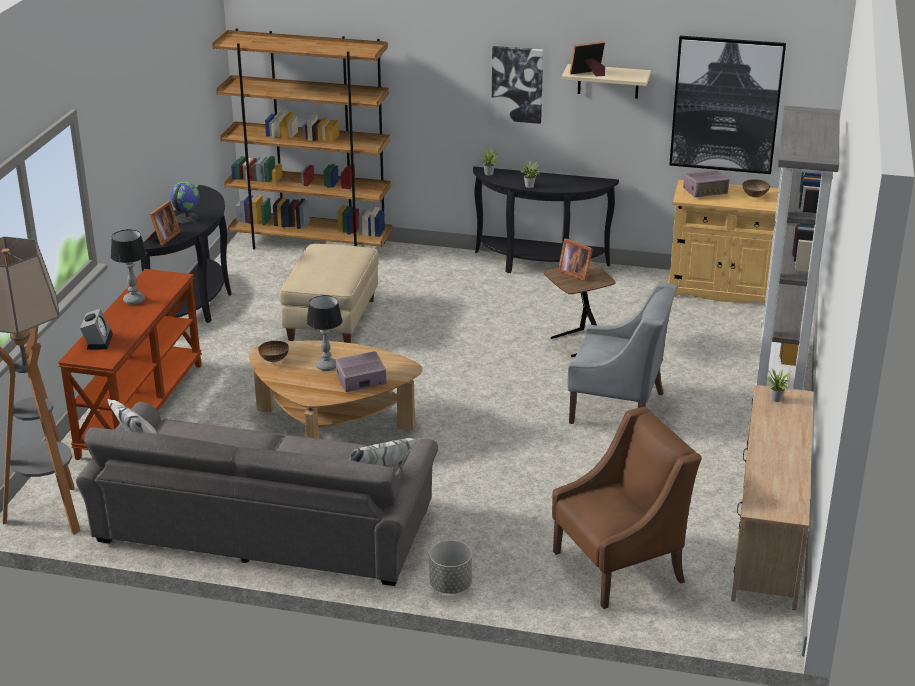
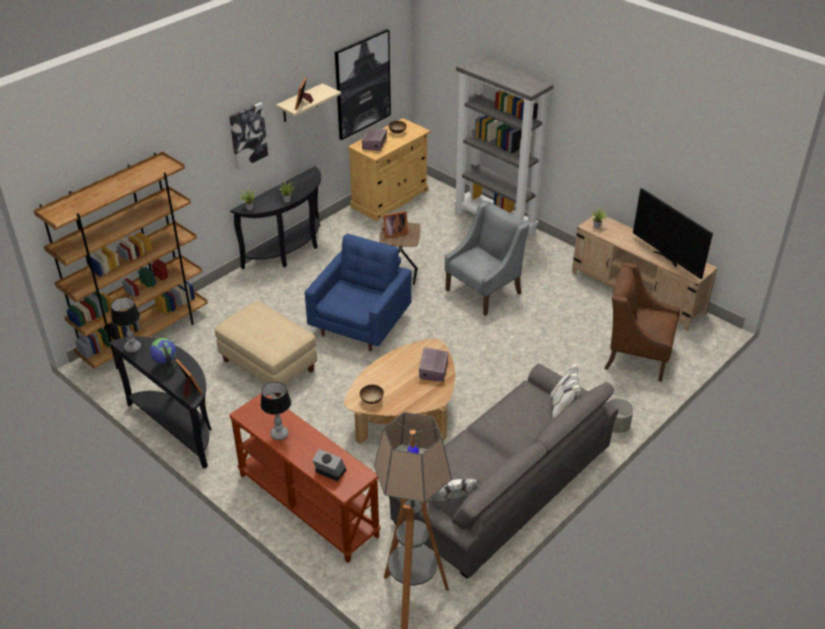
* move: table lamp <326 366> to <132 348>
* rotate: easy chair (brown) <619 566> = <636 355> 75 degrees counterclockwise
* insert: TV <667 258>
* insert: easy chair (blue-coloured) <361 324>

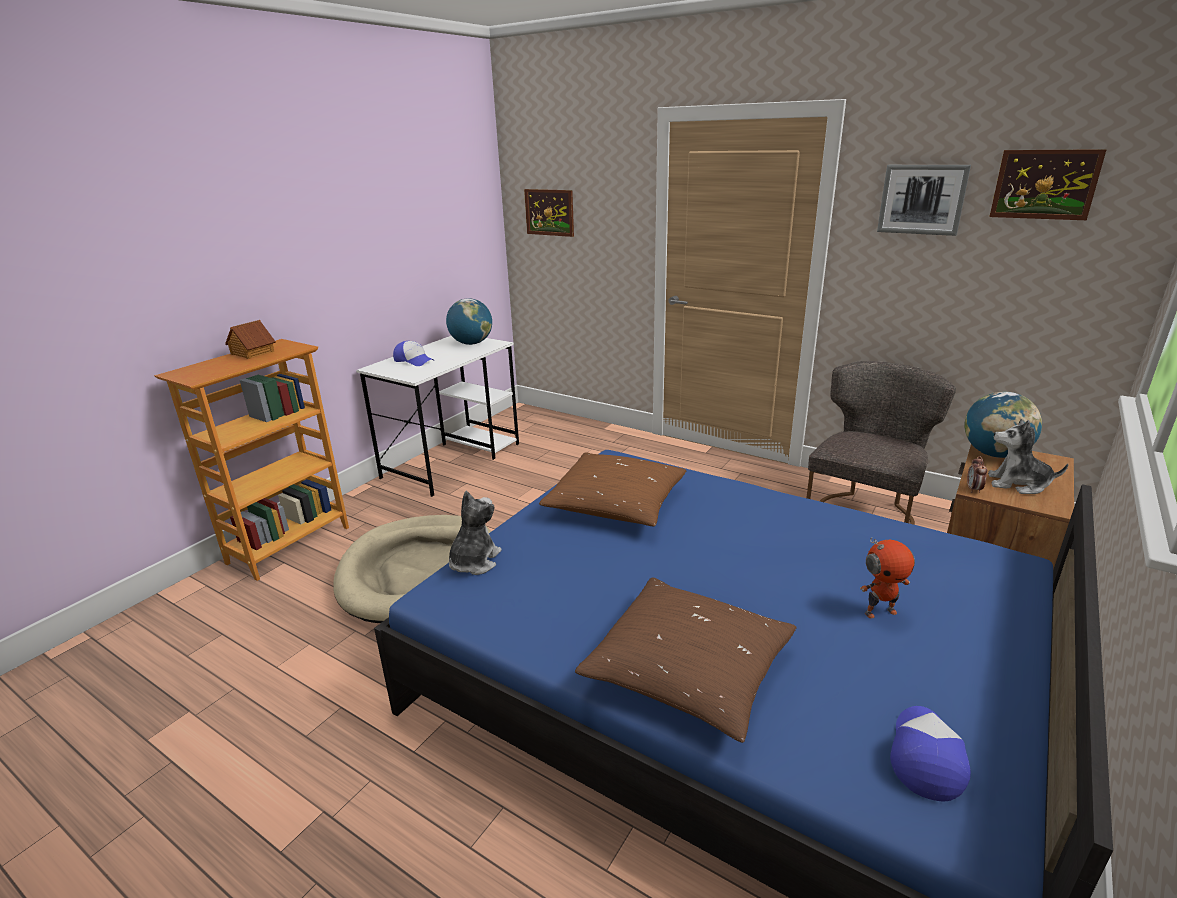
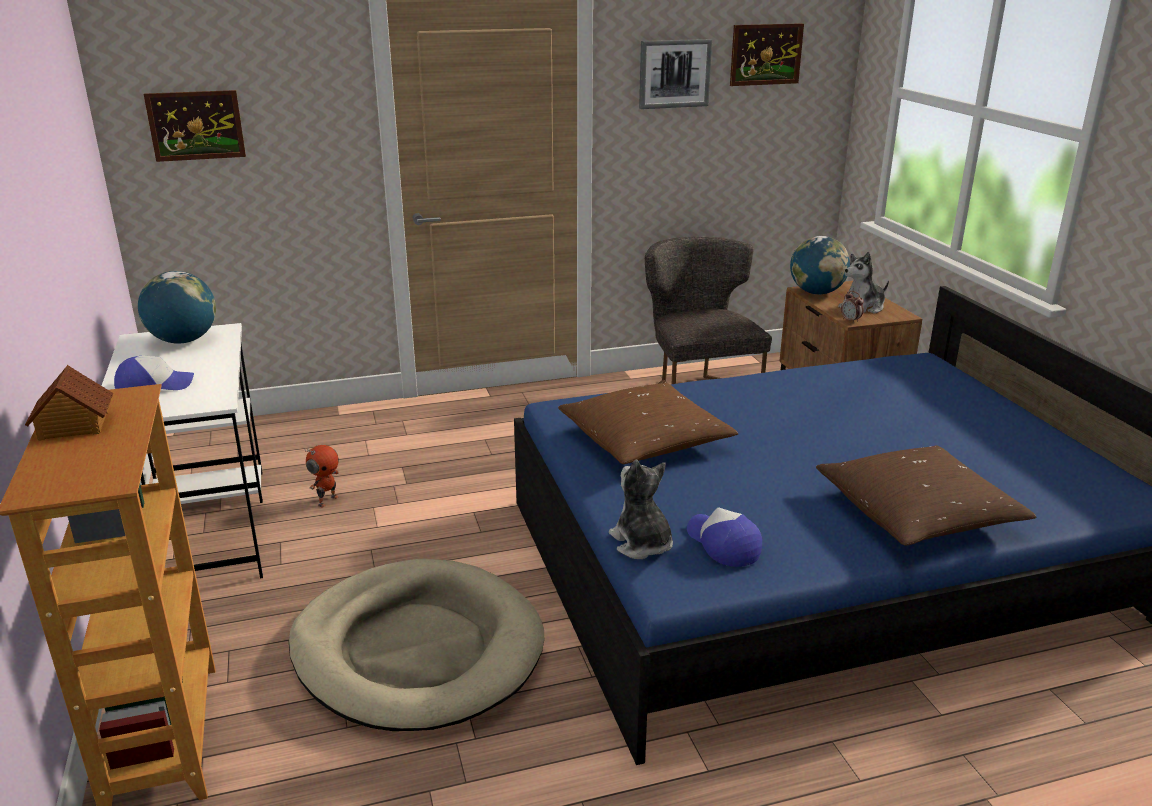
* move: toy robot <879 611> to <327 500>
* move: cap <924 756> to <722 544>

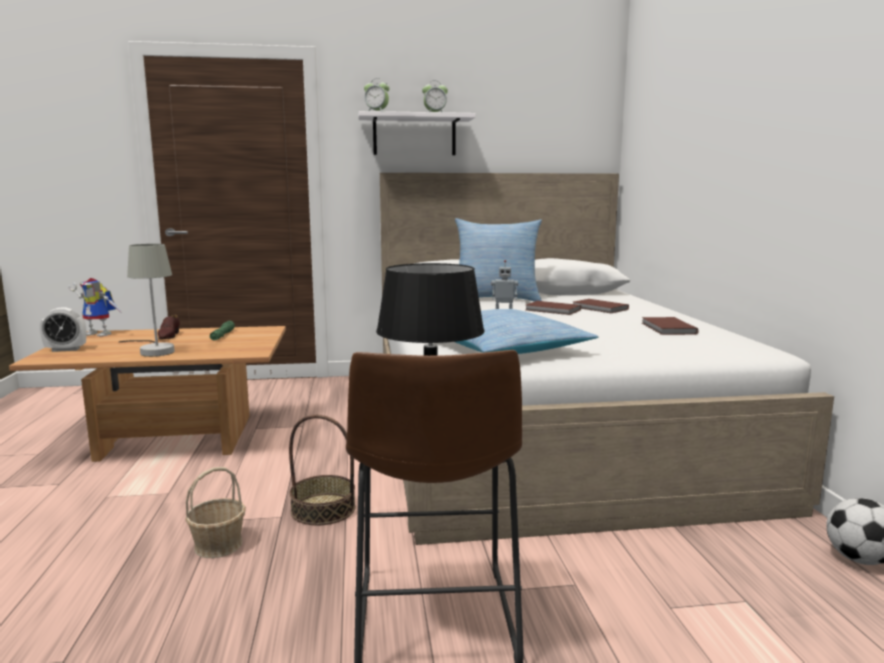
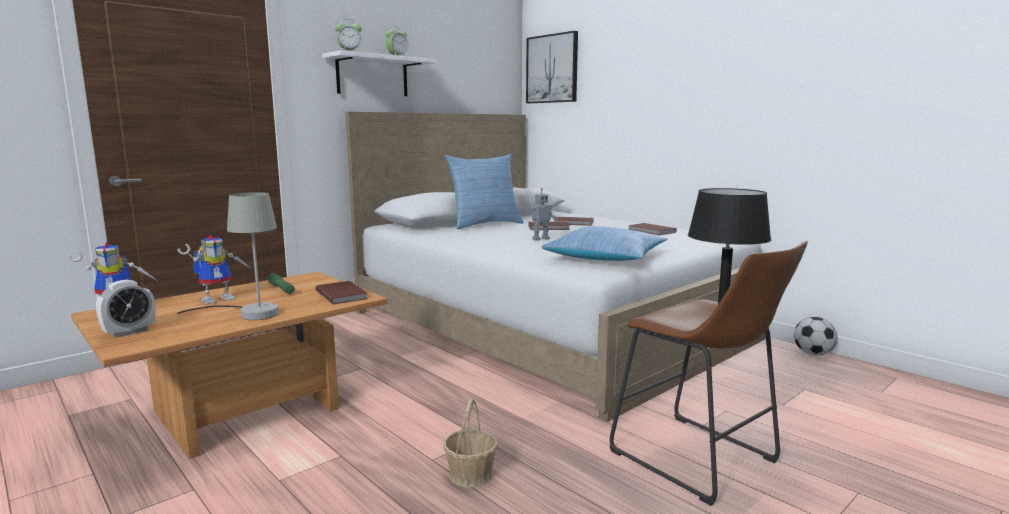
* replace: shoe (brown) <168 336> to toy robot <219 299>
* delete: basket <323 509>
* insert: wall art <552 69>
* insert: book (brown) <342 294>

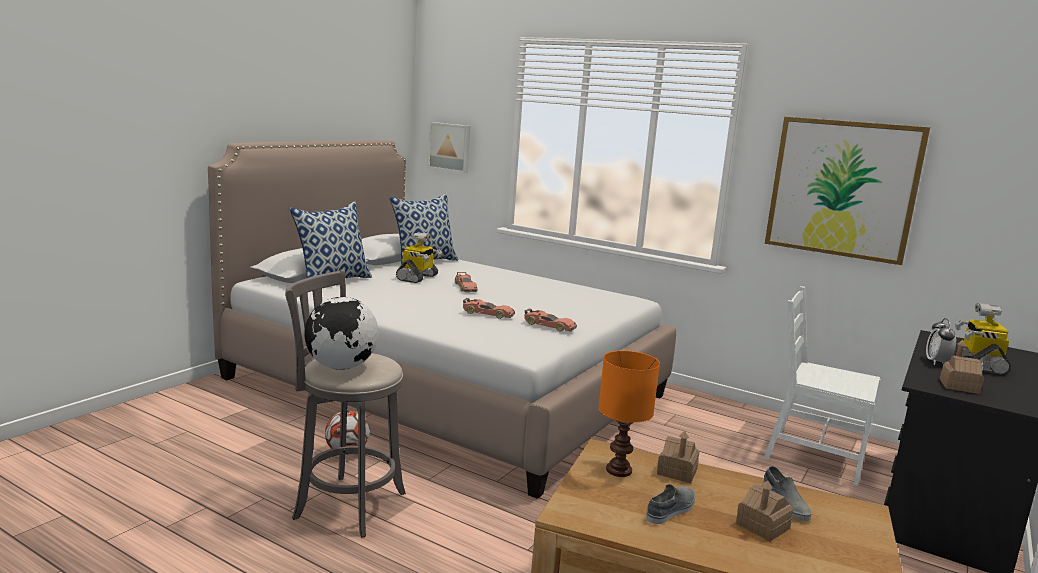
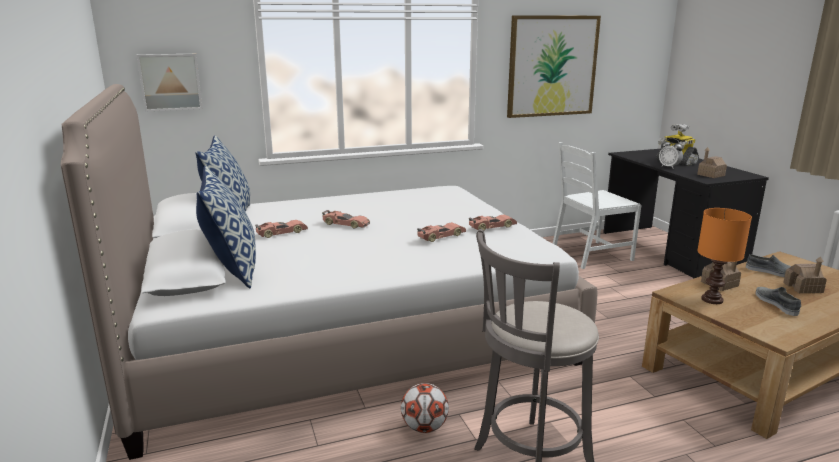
* replace: toy robot <418 278> to model car <281 233>
* delete: world globe <341 367>

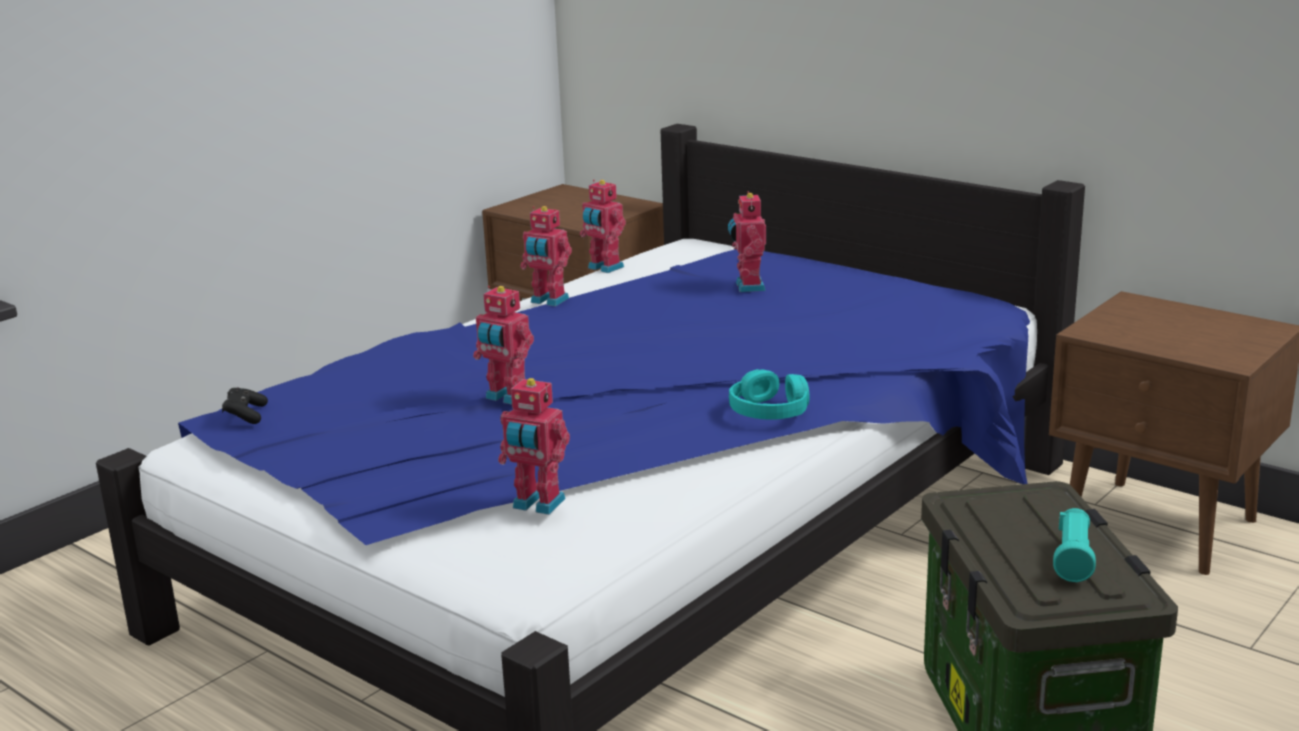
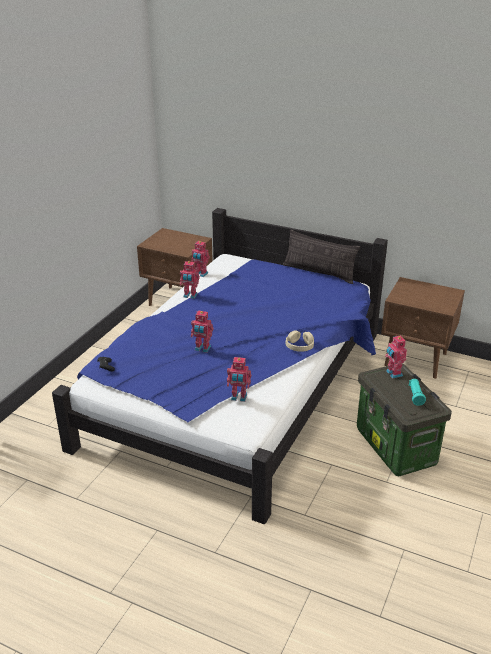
* move: toy robot <747 286> to <393 373>
* recolor: headset (blue-green) <770 410> to headset (sand-coloured) <299 346>
* insert: cushion <319 272>

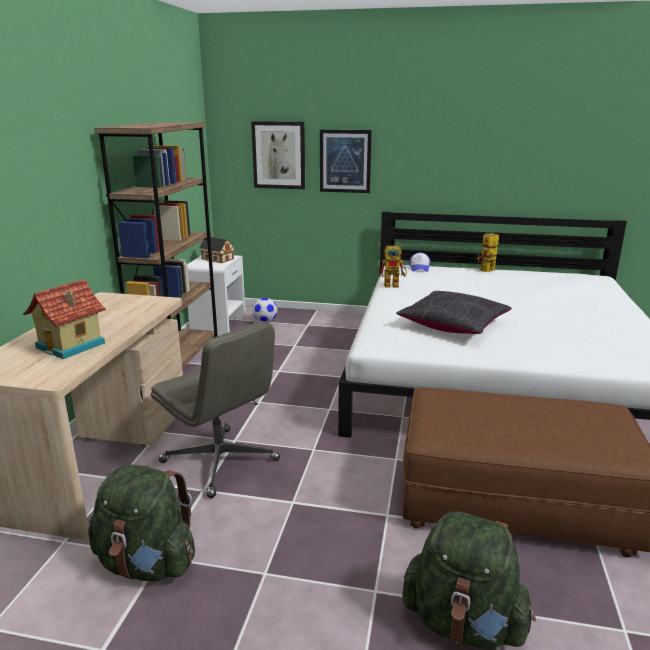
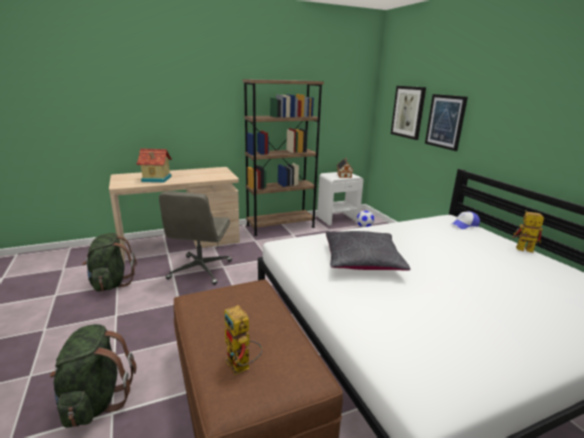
* move: toy robot <394 285> to <242 367>

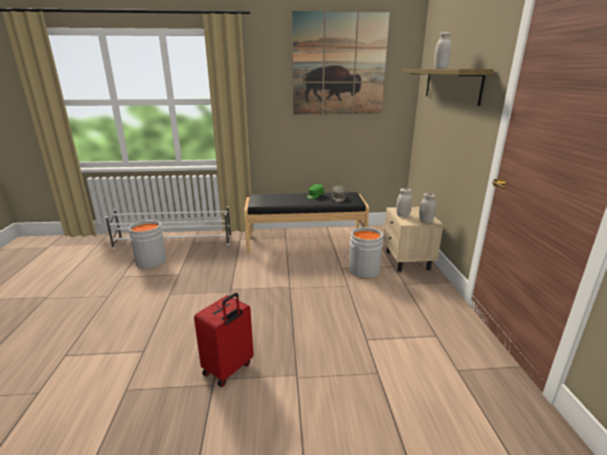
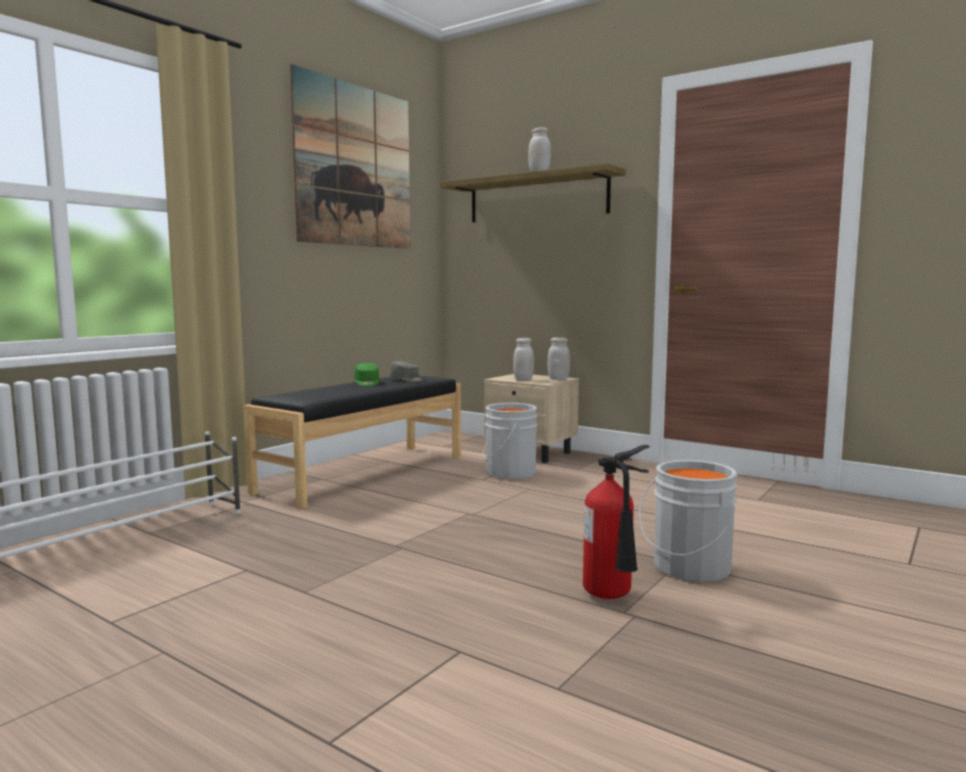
* move: pail (gray) <150 261> to <688 568>
* replace: travel case (reddish) <228 369> to extinguisher <612 597>

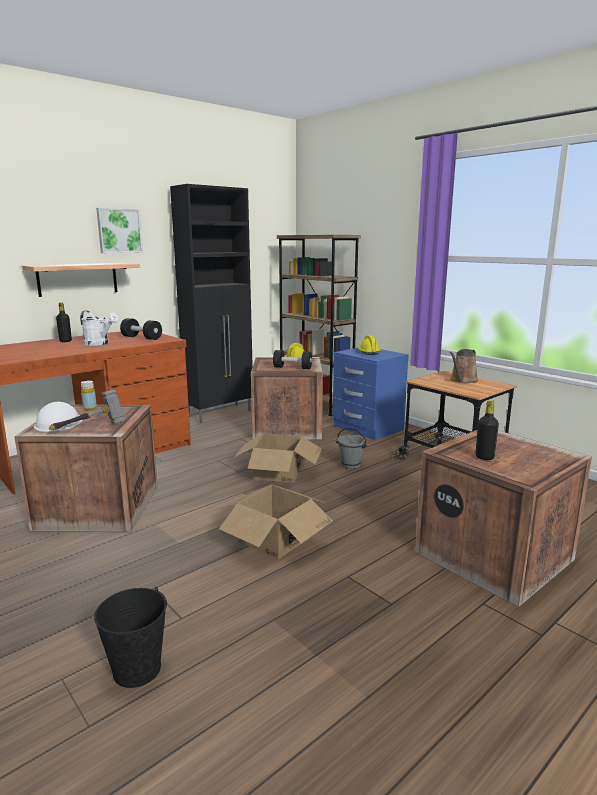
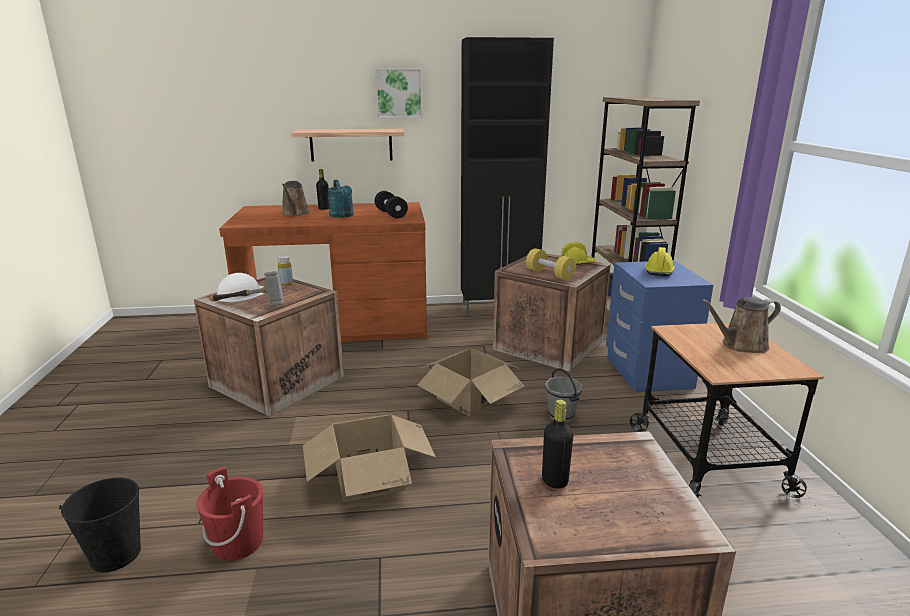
* recolor: watering can (white) <100 343> to watering can (blue-green) <343 216>
* recolor: dumbbell (black-coloured) <292 368> to dumbbell (yellow) <550 274>
* insert: watering can (brown) <295 213>
* insert: pail (reddish) <238 542>

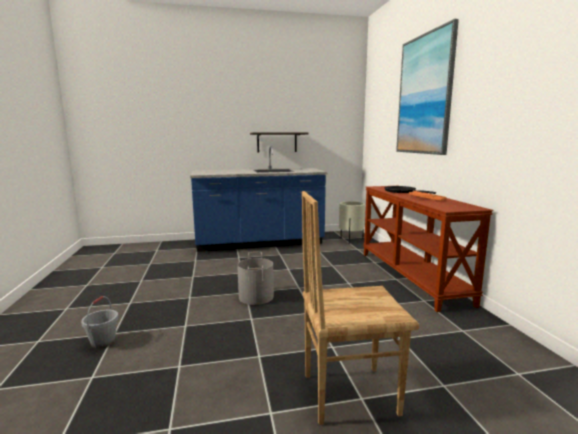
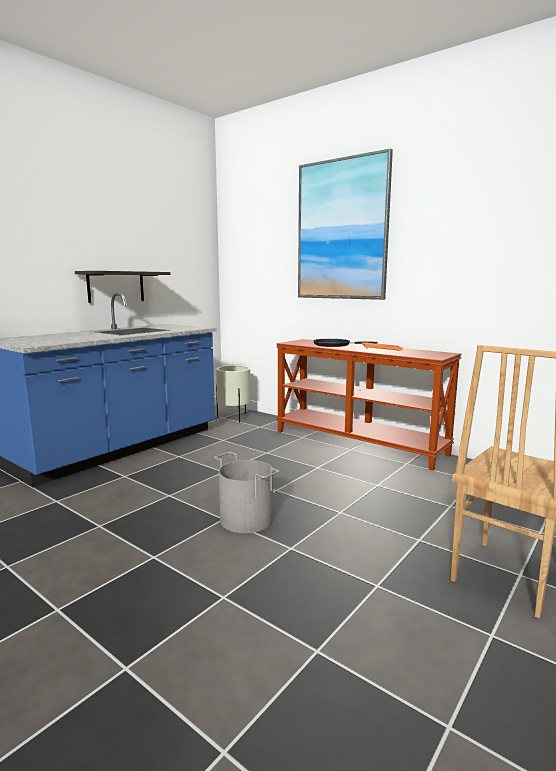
* delete: pail (gray) <103 342>

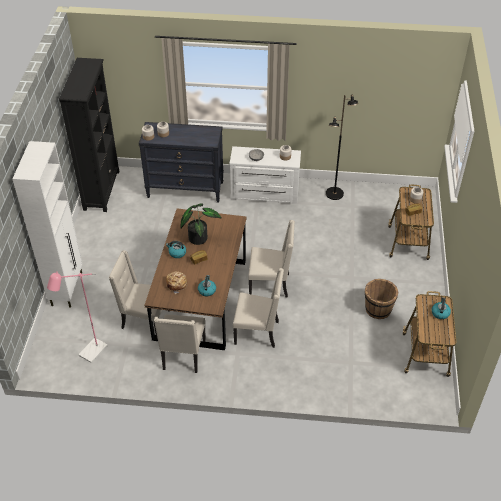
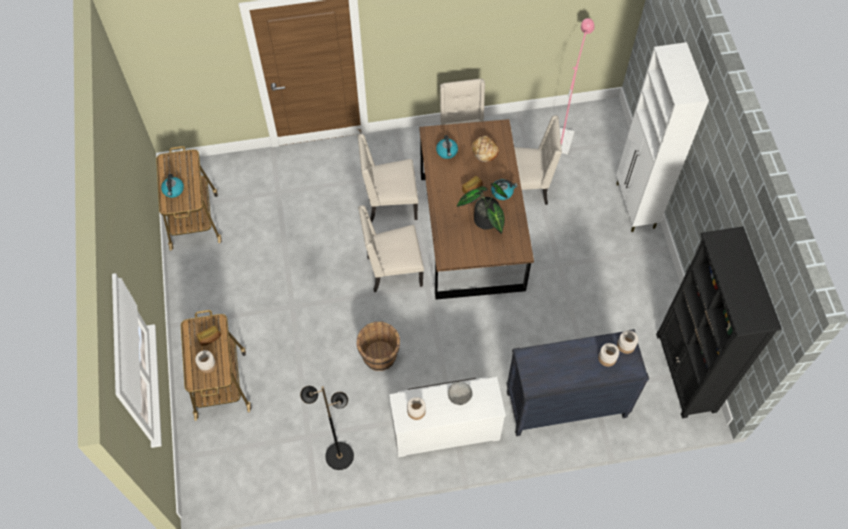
* move: pail (brown) <378 309> to <379 356>

